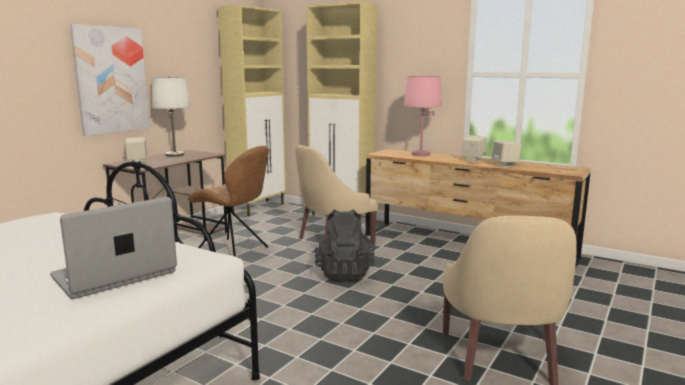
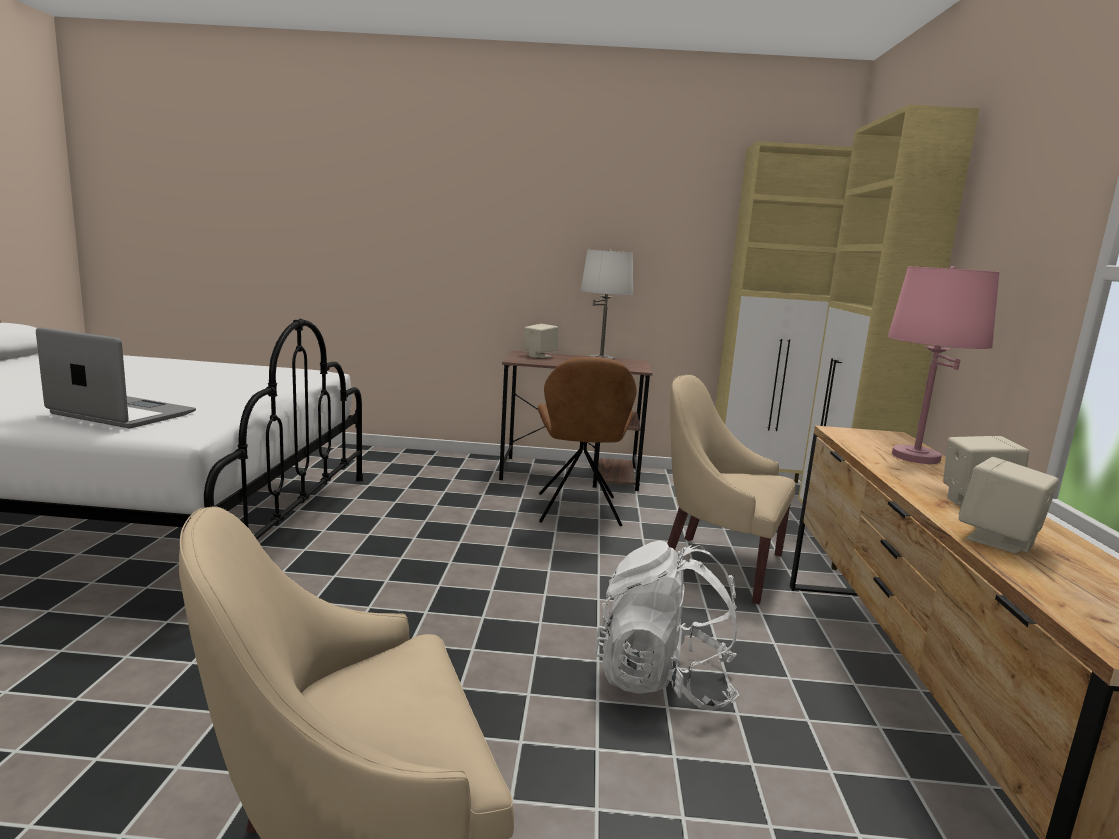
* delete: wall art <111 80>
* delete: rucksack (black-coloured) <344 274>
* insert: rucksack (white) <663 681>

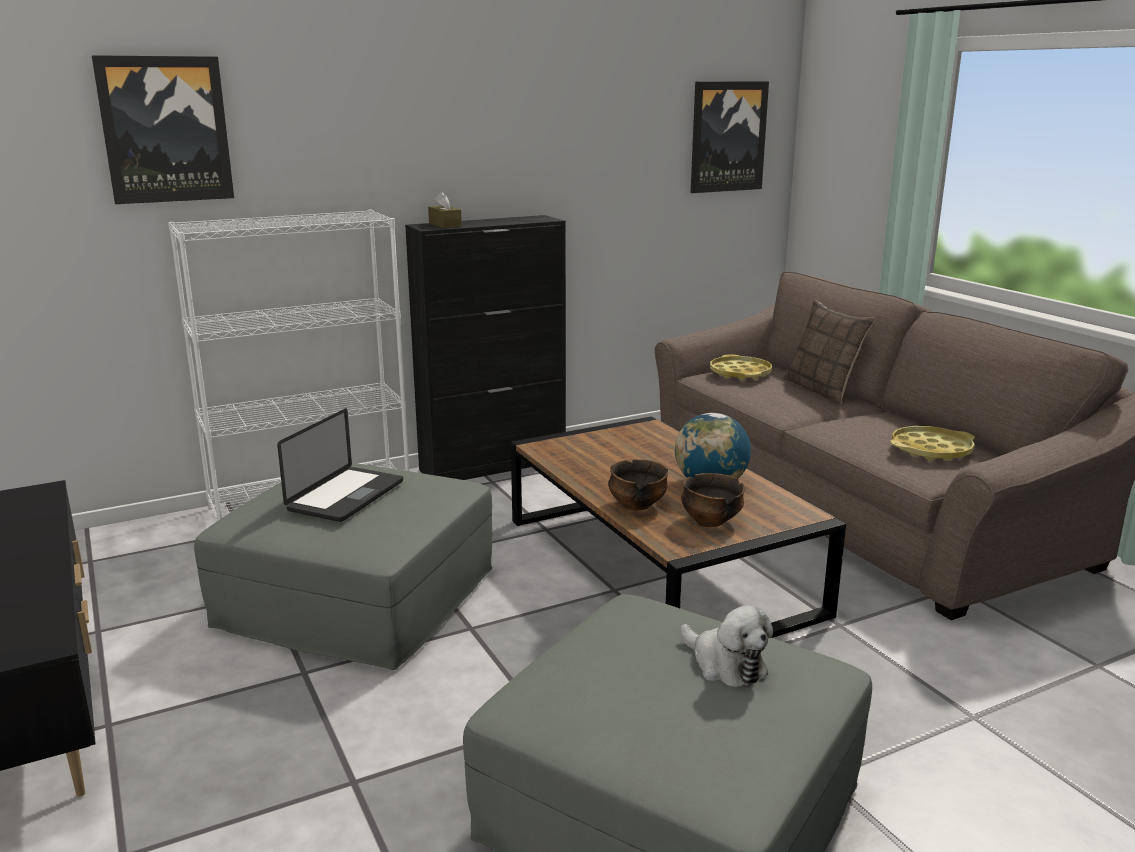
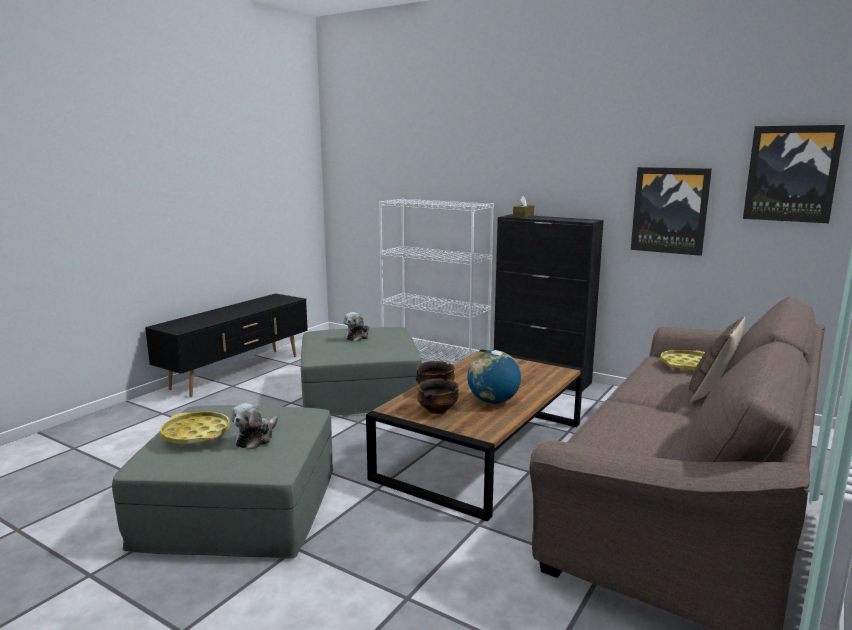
* move: wall art <165 130> to <670 210>
* replace: notebook computer <346 496> to soft toy <357 336>
* move: serving tray (yellow) <931 450> to <196 434>

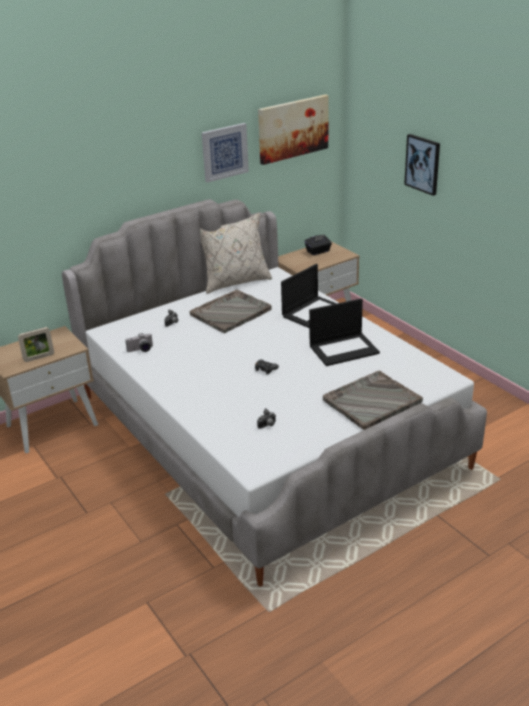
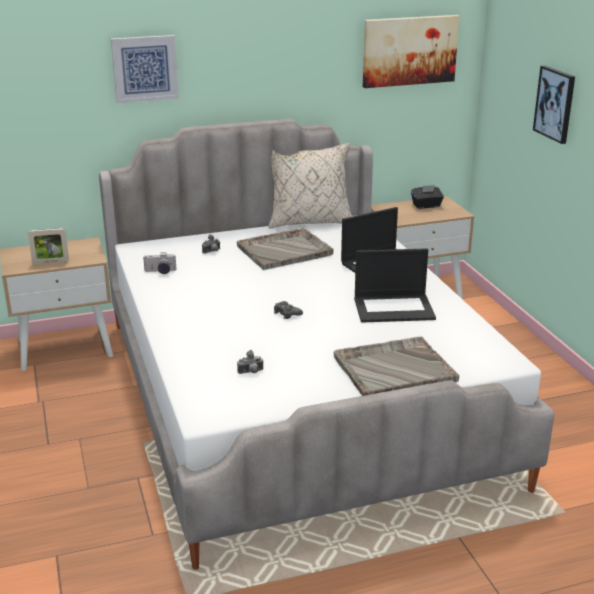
* move: wall art <224 152> to <145 68>

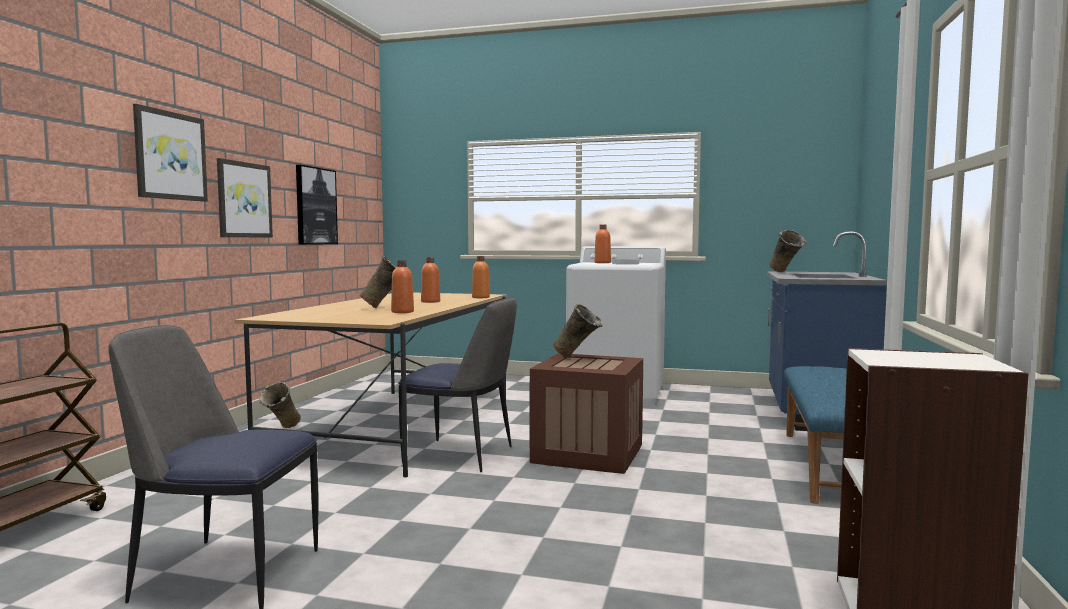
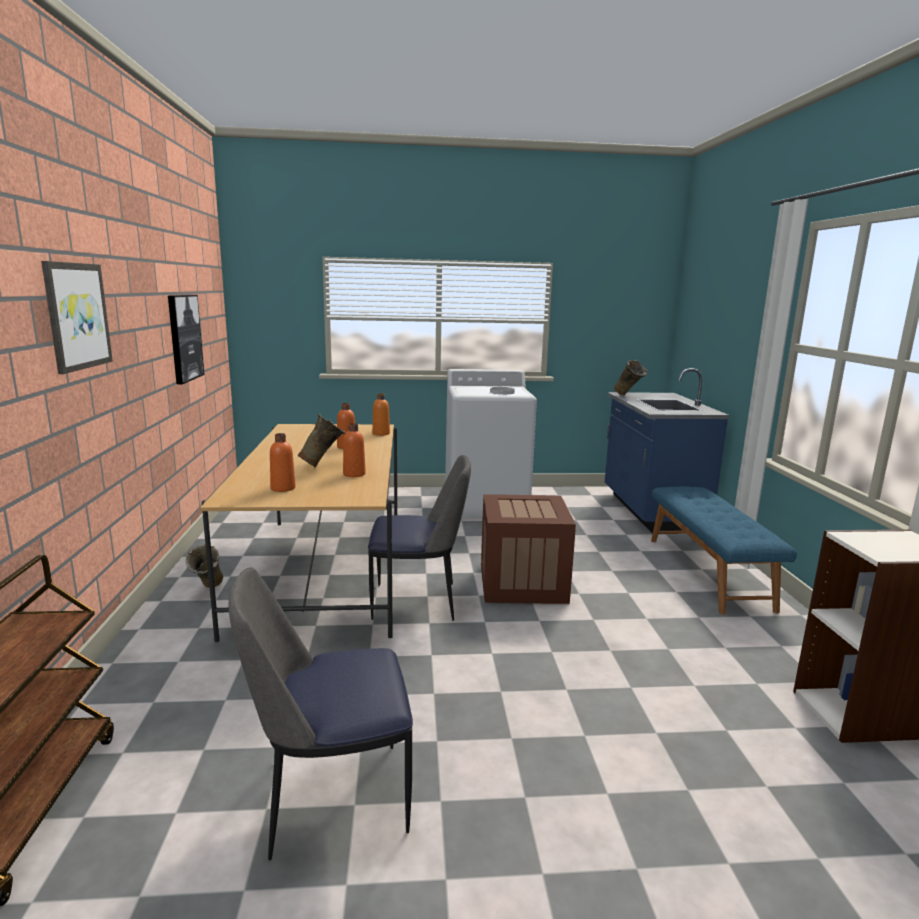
* delete: wall art <244 200>
* move: bottle (orangey) <602 262> to <283 488>
* delete: decorative vase (sand-coloured) <578 358>

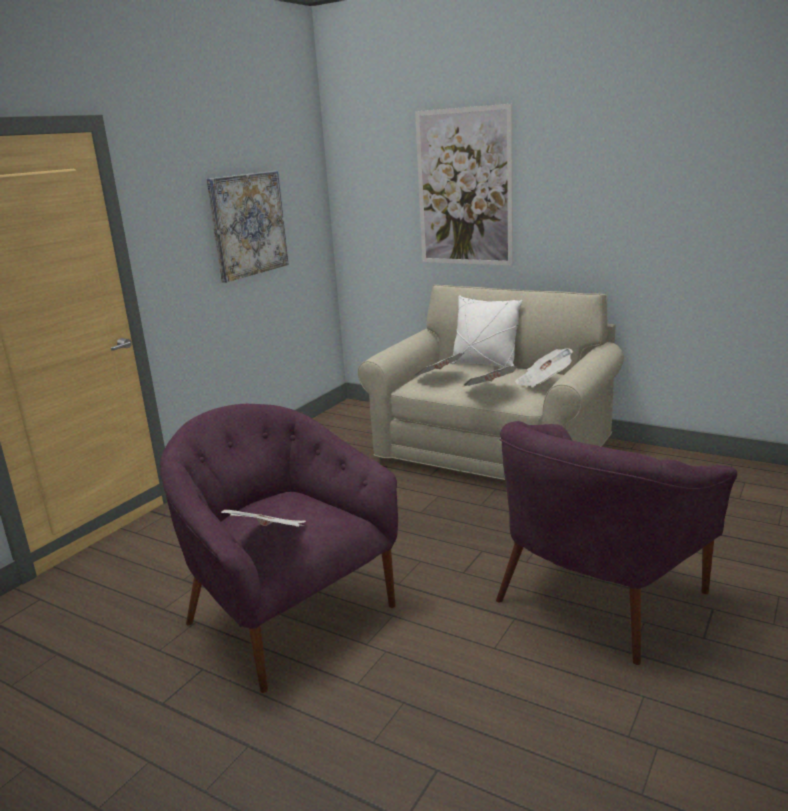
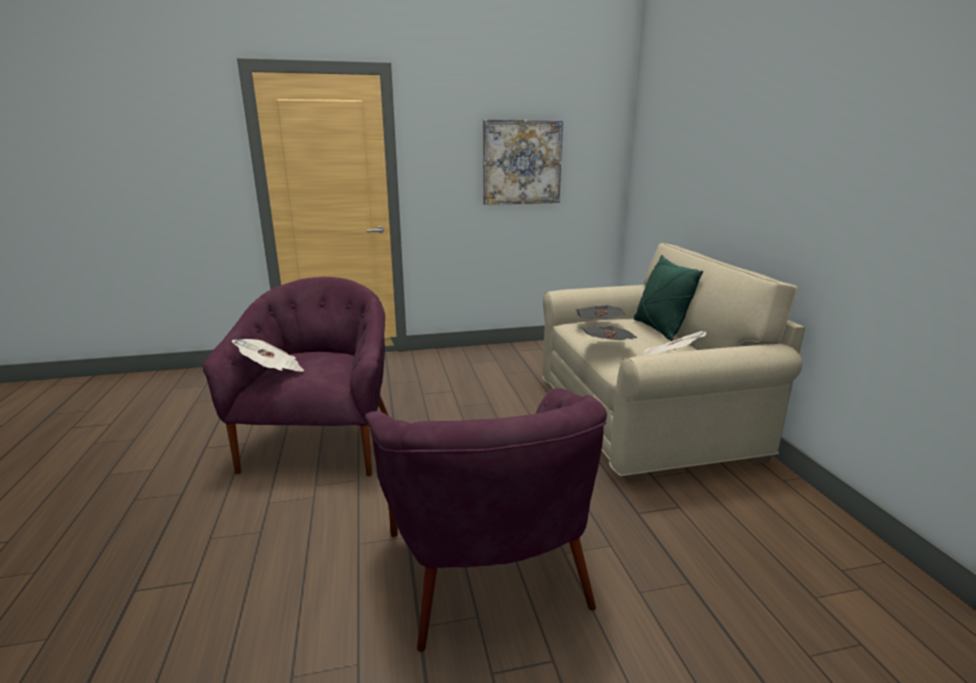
* delete: wall art <464 188>
* recolor: cushion (white) <485 364> to cushion (greenish) <659 329>
* rotate: easy chair (purple-coloured) <598 596> = <488 569> 105 degrees counterclockwise

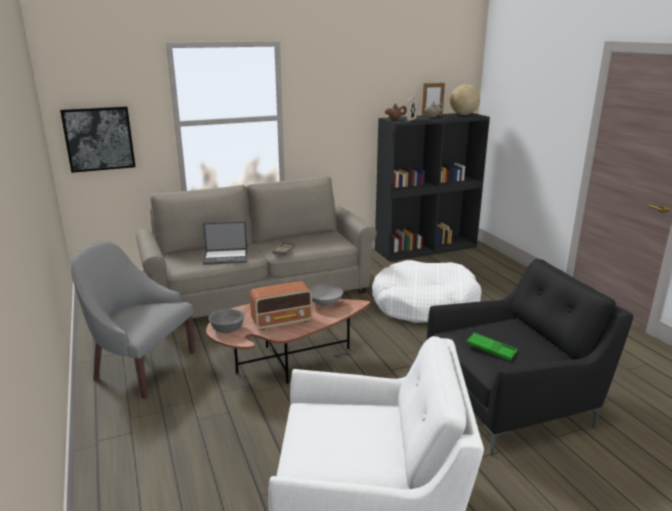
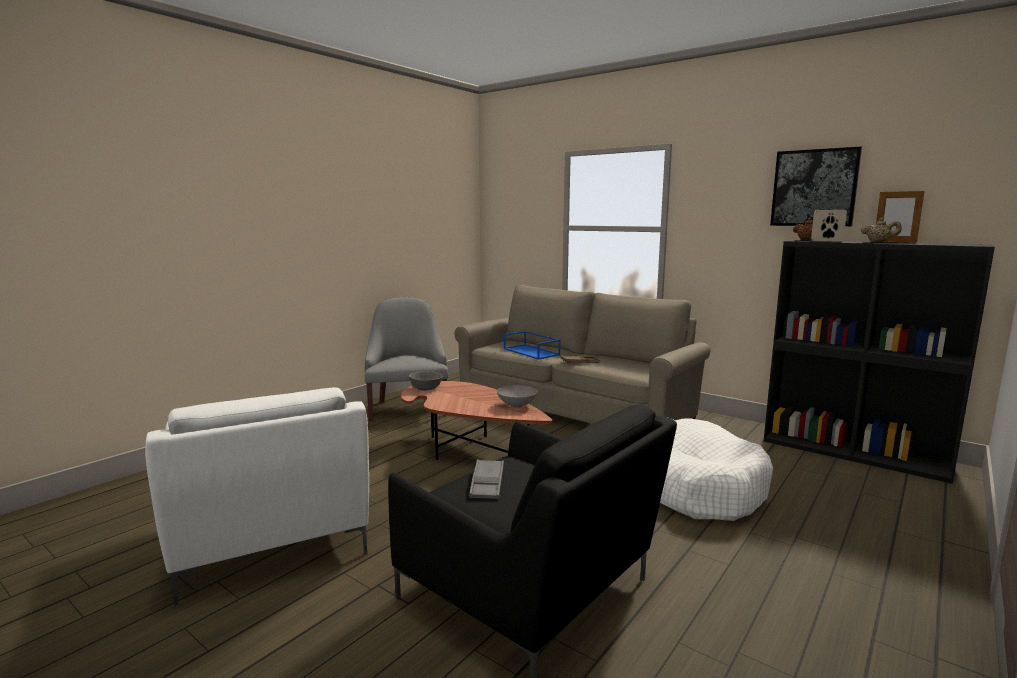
* delete: world globe <463 114>
* move: wall art <99 138> to <814 188>
* replace: notebook computer <226 257> to serving tray (blue-coloured) <532 352>
* delete: radio set <282 321>
* recolor: serving tray (greenish) <491 349> to serving tray (gray) <487 484>

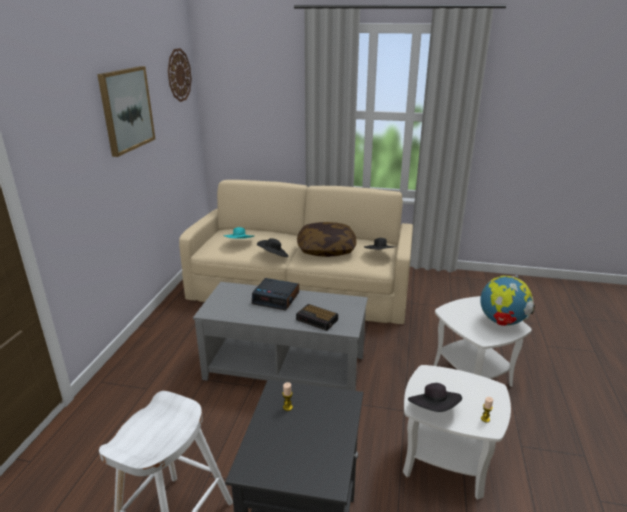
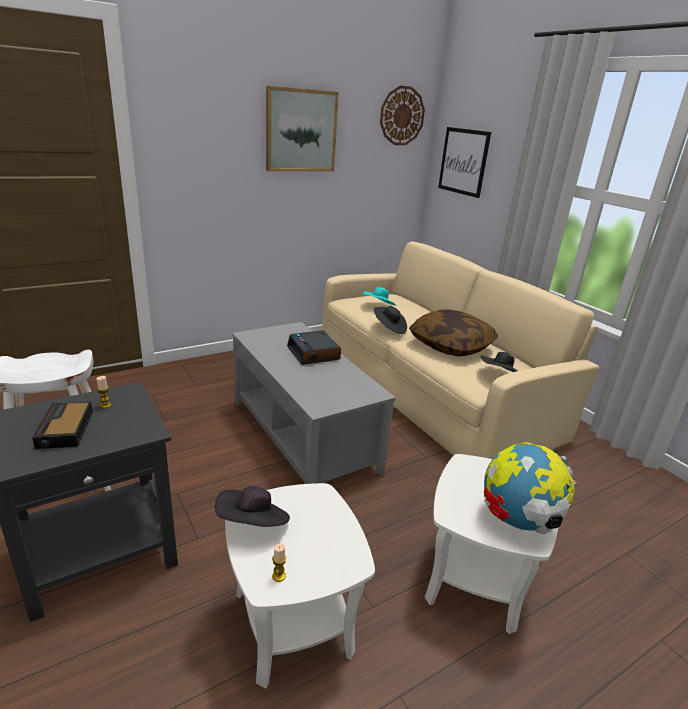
* move: bedside clock <318 320> to <65 430>
* insert: wall art <463 161>

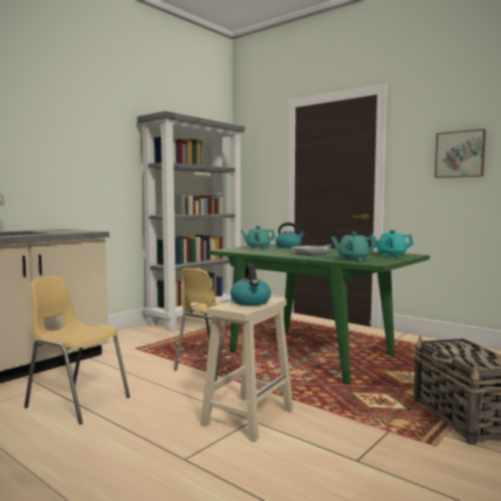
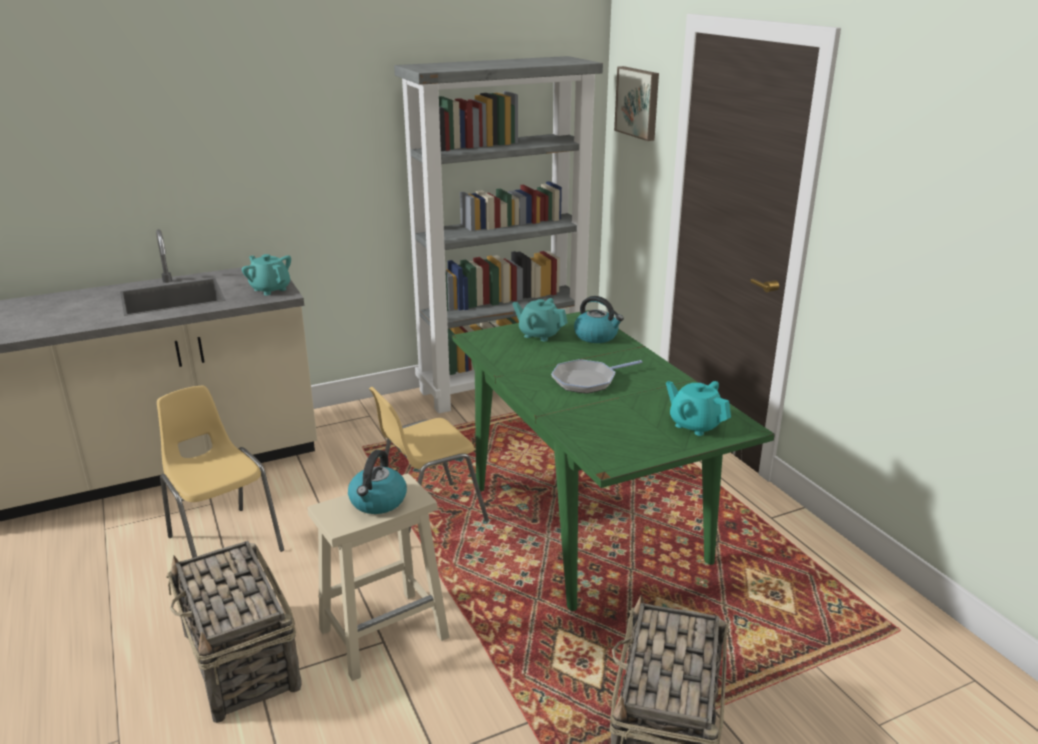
* move: wall art <460 154> to <638 102>
* move: tea pot (blue-green) <353 259> to <270 289>
* insert: basket <241 662>

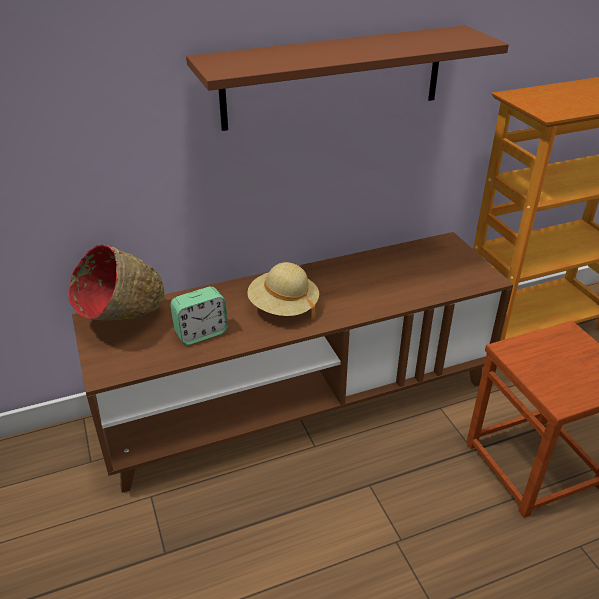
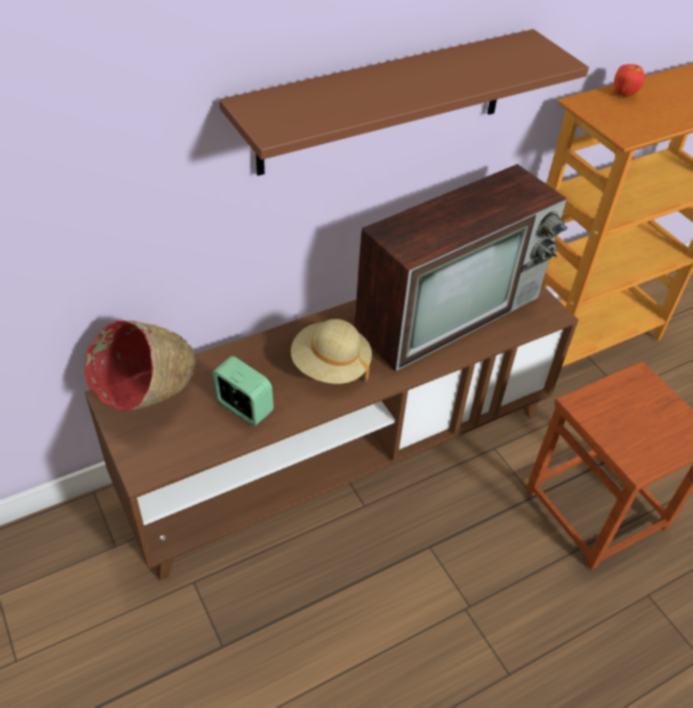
* rotate: bedside clock <201 333> = <244 408> 105 degrees counterclockwise
* insert: apple <624 94>
* insert: TV <450 311>

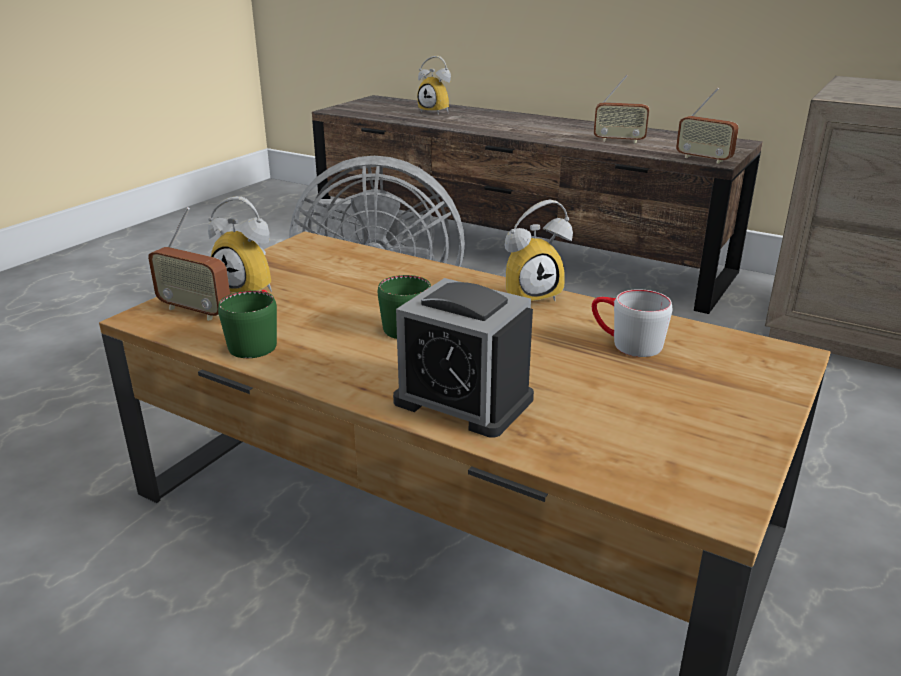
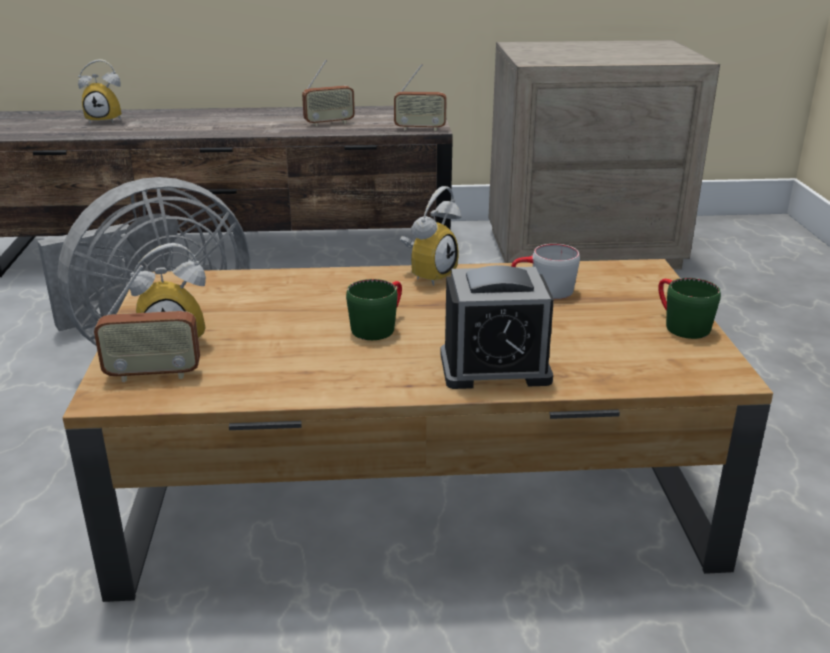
* move: coffee mug (greenish) <256 341> to <679 324>

